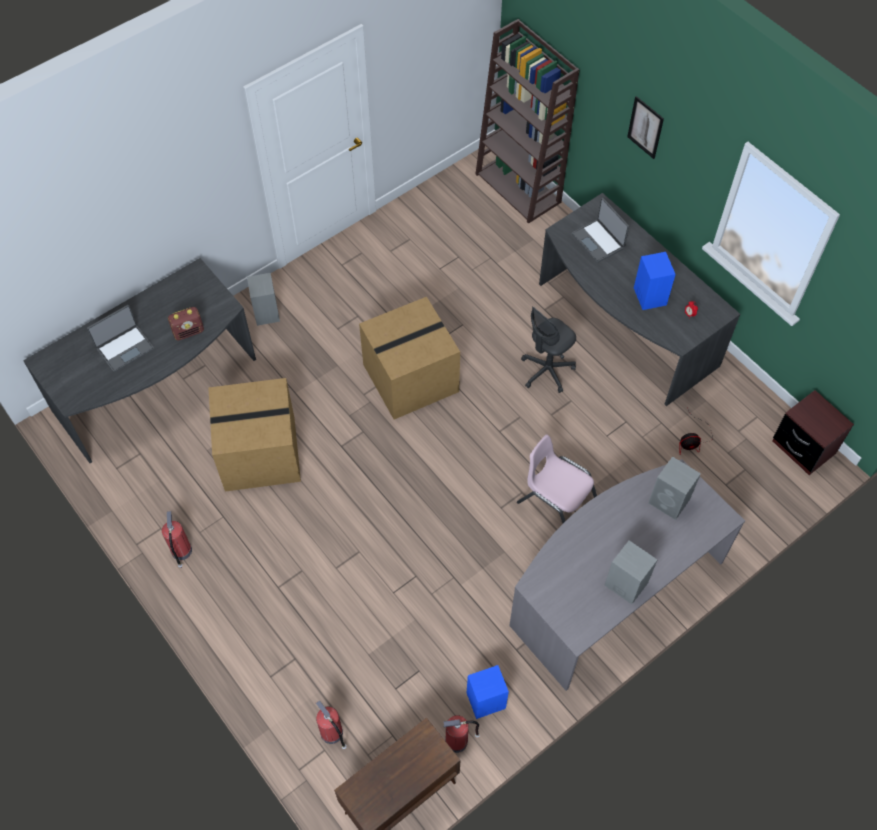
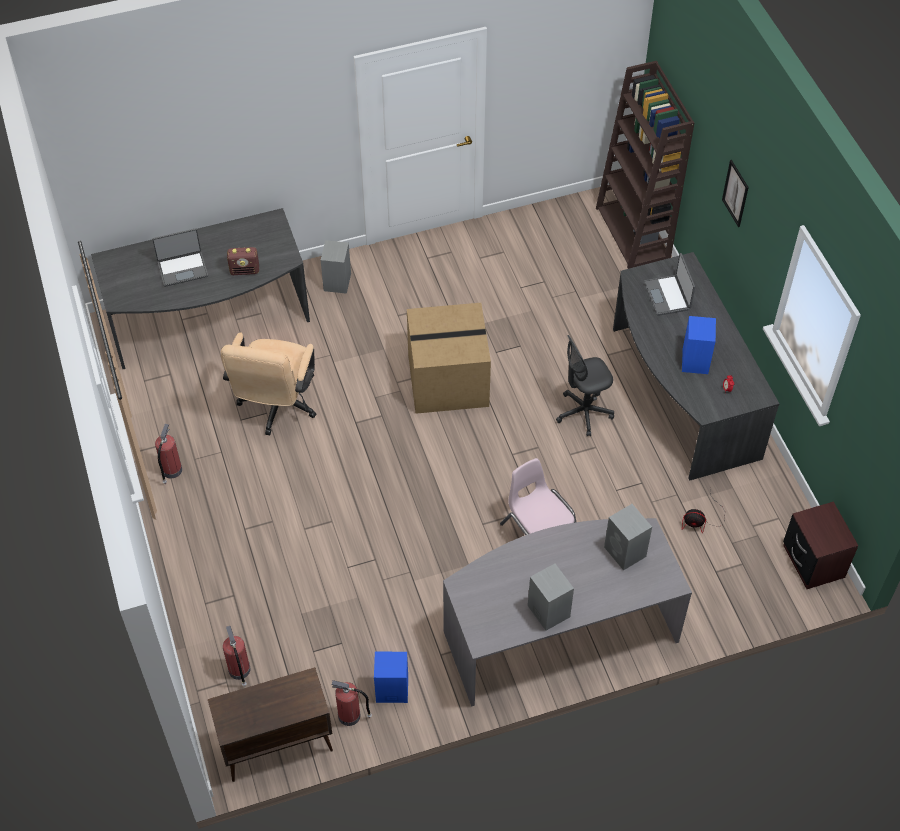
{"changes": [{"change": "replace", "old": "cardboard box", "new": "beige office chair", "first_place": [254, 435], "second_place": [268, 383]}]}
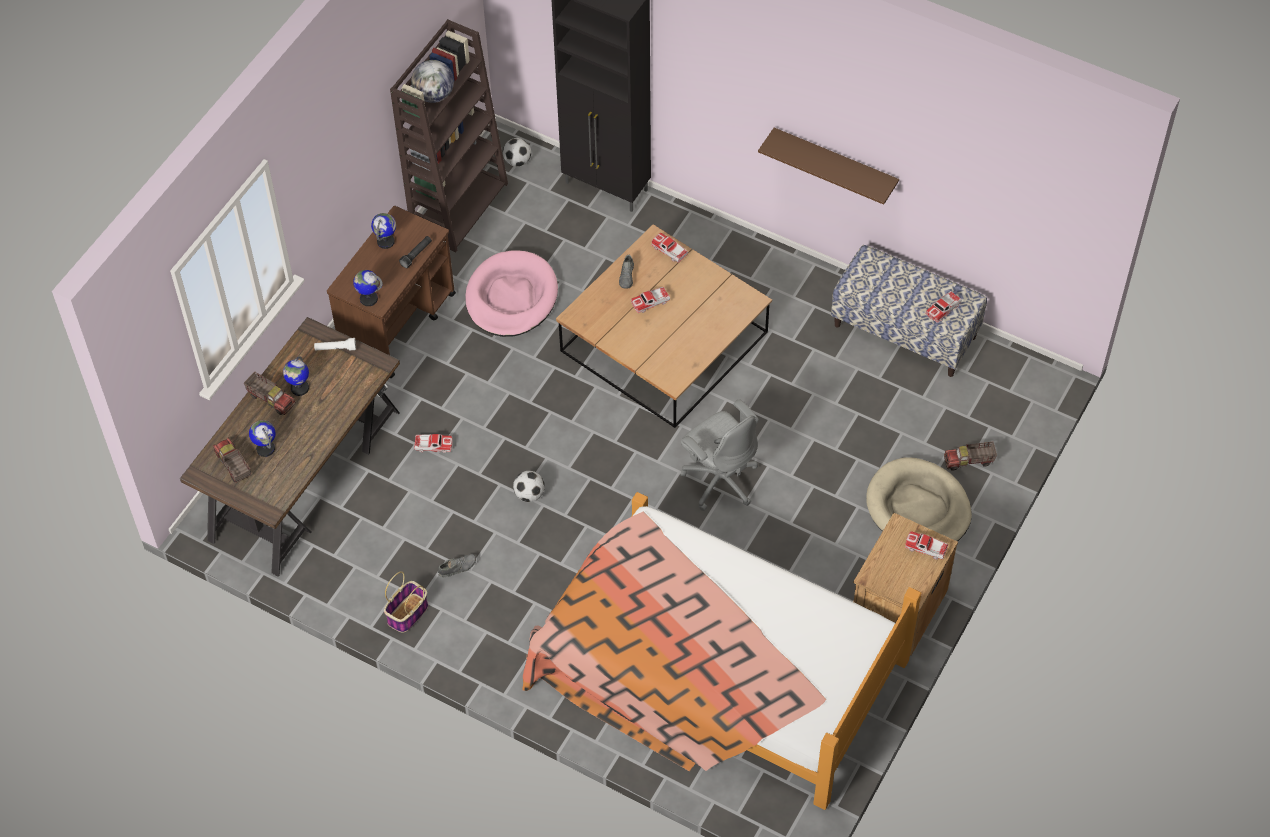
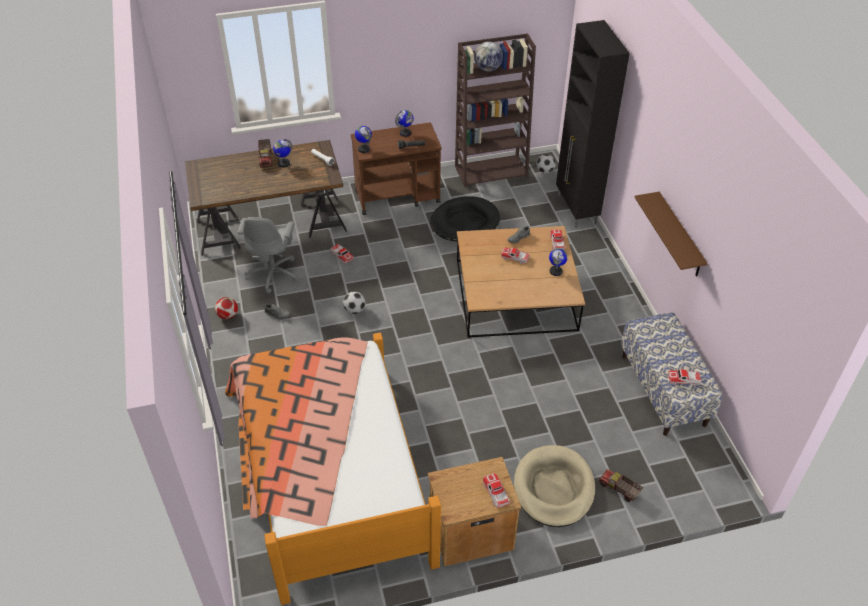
{"changes": [{"change": "delete", "old": "toy truck", "first_place": [232, 460]}, {"change": "move", "old": "globe", "first_place": [262, 438], "second_place": [558, 262]}, {"change": "move", "old": "grey office chair", "first_place": [720, 455], "second_place": [268, 255]}, {"change": "replace", "old": "basket", "new": "football", "first_place": [406, 602], "second_place": [226, 308]}, {"change": "recolor", "old": "pink dog bed", "new": "black dog bed", "first_place": [511, 293], "second_place": [465, 219]}]}
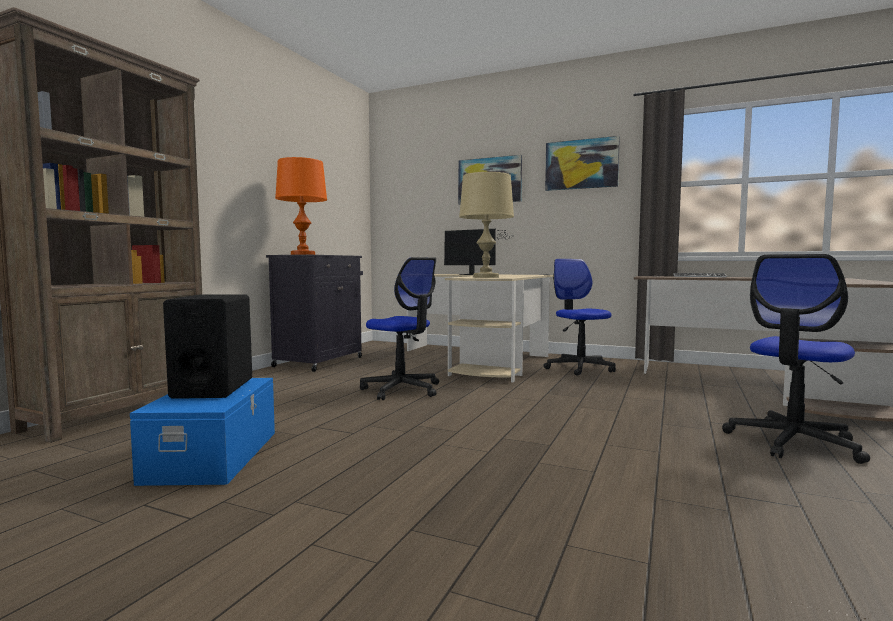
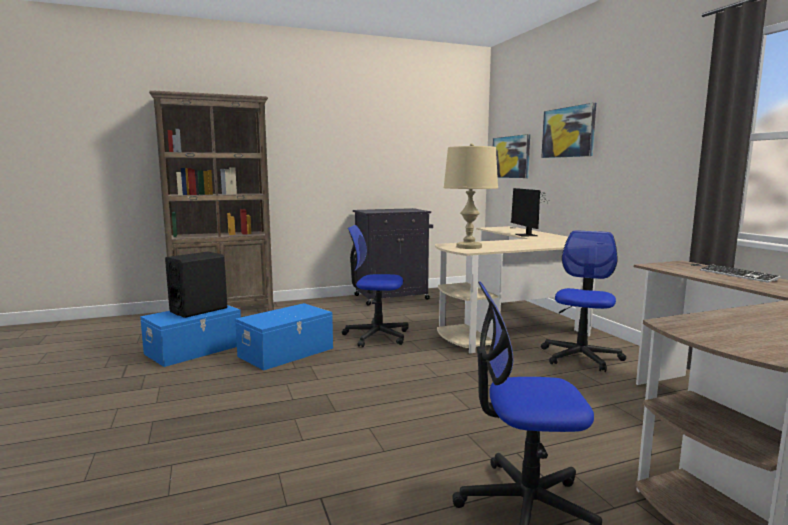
{"changes": [{"change": "delete", "old": "orange table lamp", "first_place": [301, 206]}, {"change": "insert", "new": "blue storage box", "second_place": [284, 336]}, {"change": "move", "old": "picture", "first_place": [582, 163], "second_place": [511, 156]}, {"change": "rotate", "old": "office chair", "first_place": [399, 328], "second_place": [375, 286], "degrees": 105}]}
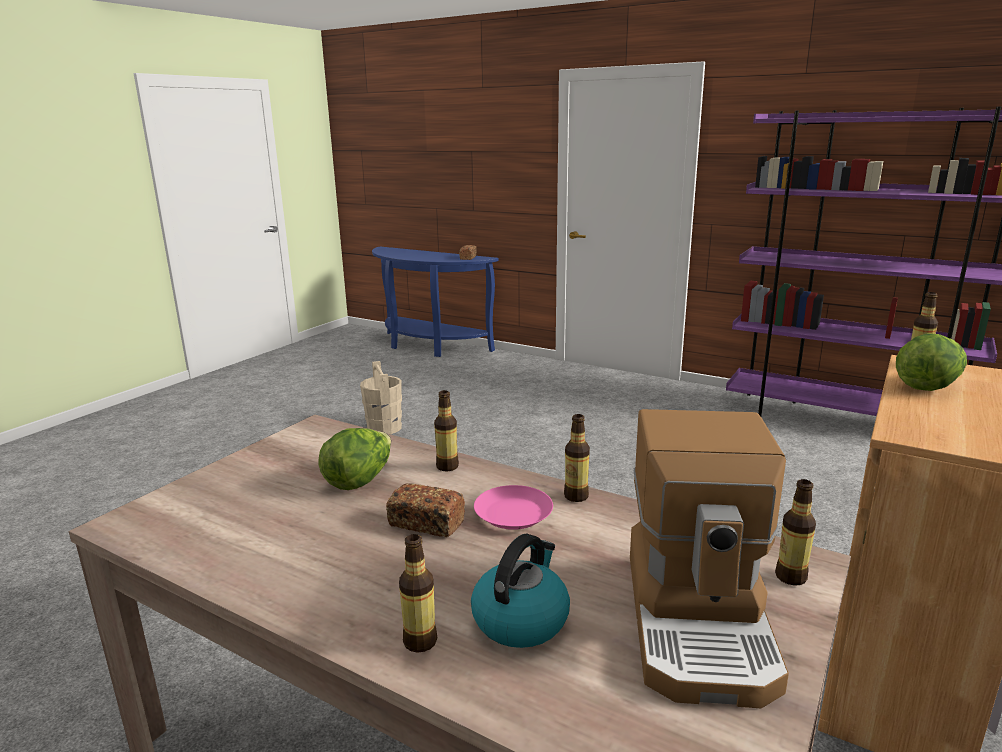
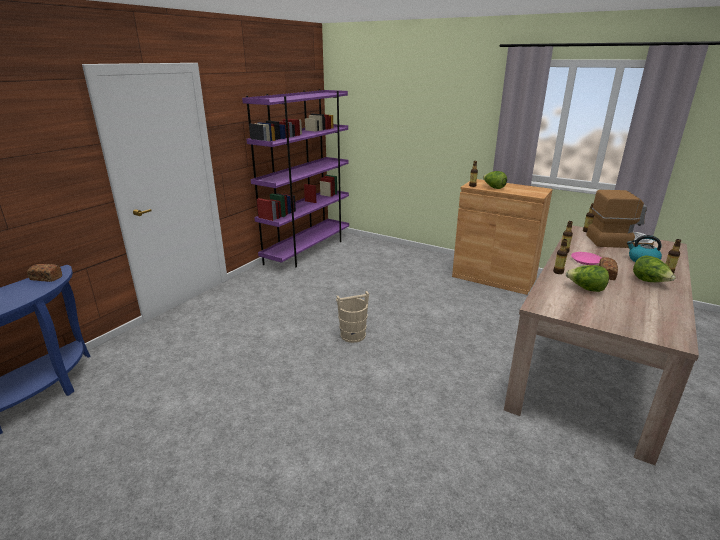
{"changes": [{"change": "insert", "new": "lettuce", "second_place": [654, 268]}, {"change": "move", "old": "beige bucket", "first_place": [381, 397], "second_place": [352, 317]}]}
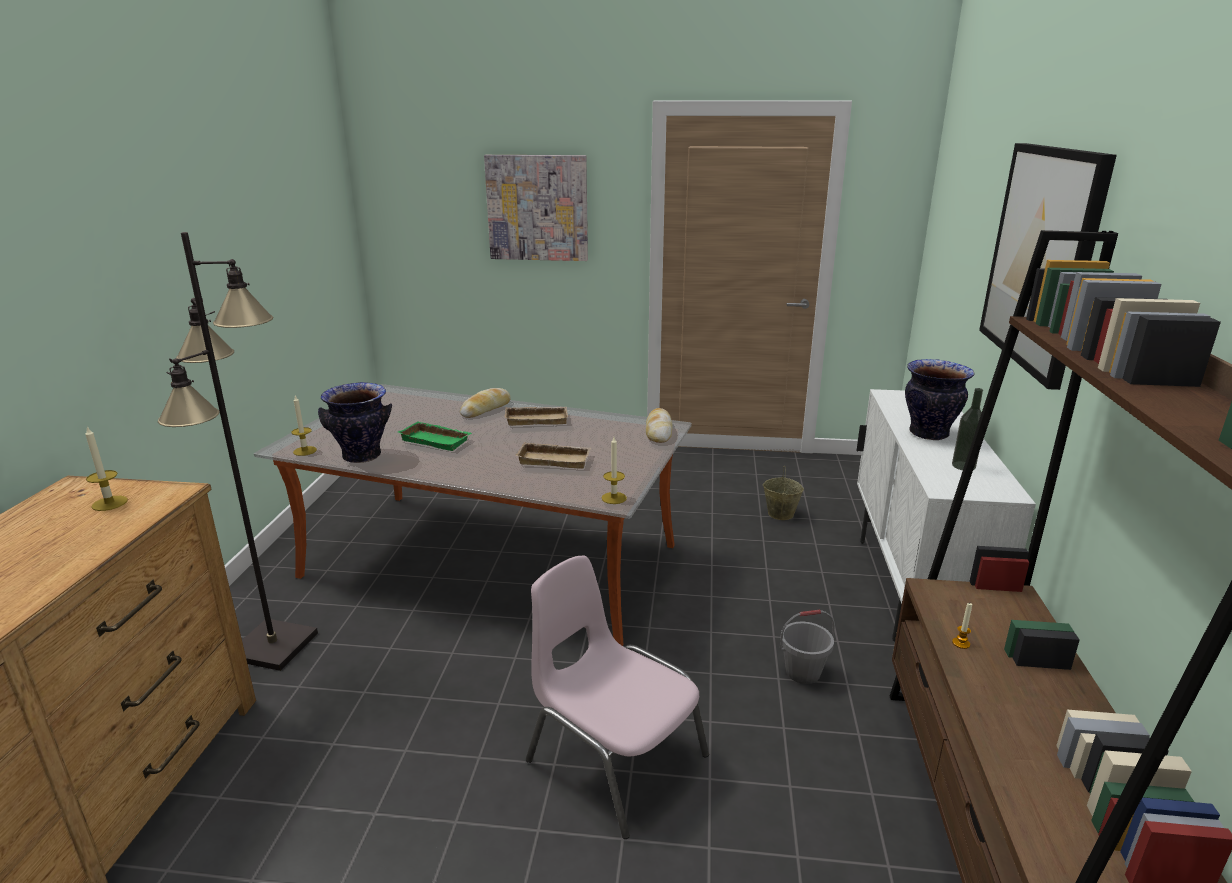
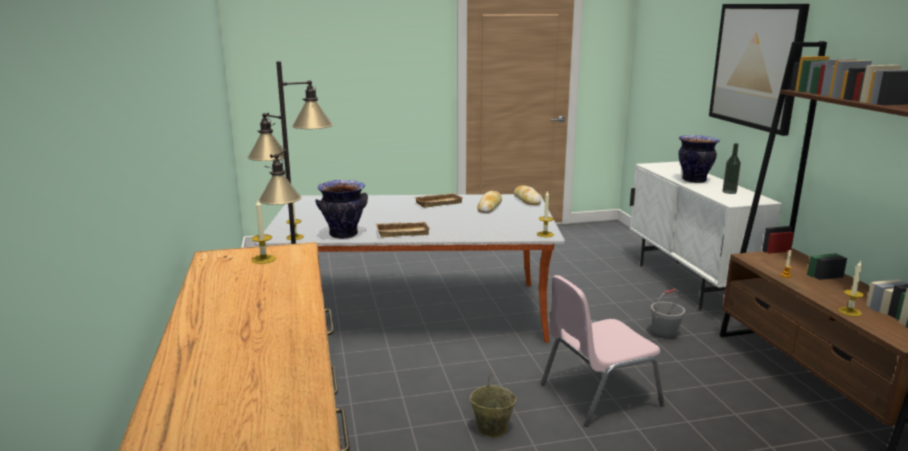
{"changes": [{"change": "delete", "old": "green tray", "first_place": [435, 436]}, {"change": "delete", "old": "picture", "first_place": [536, 208]}, {"change": "insert", "new": "candle", "second_place": [851, 288]}, {"change": "move", "old": "bread", "first_place": [485, 403], "second_place": [489, 202]}, {"change": "move", "old": "beige tray", "first_place": [553, 455], "second_place": [402, 229]}, {"change": "move", "old": "beige bucket", "first_place": [783, 493], "second_place": [493, 405]}, {"change": "rotate", "old": "pink chair", "first_place": [617, 697], "second_place": [603, 351], "degrees": -45}]}
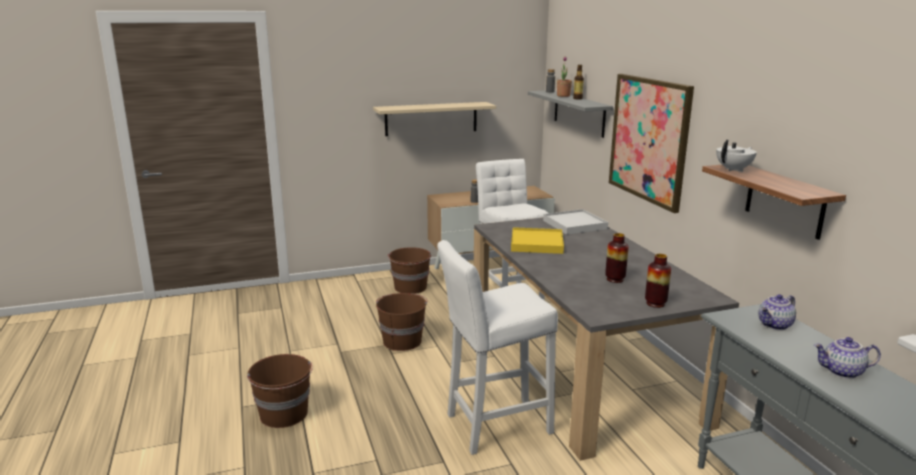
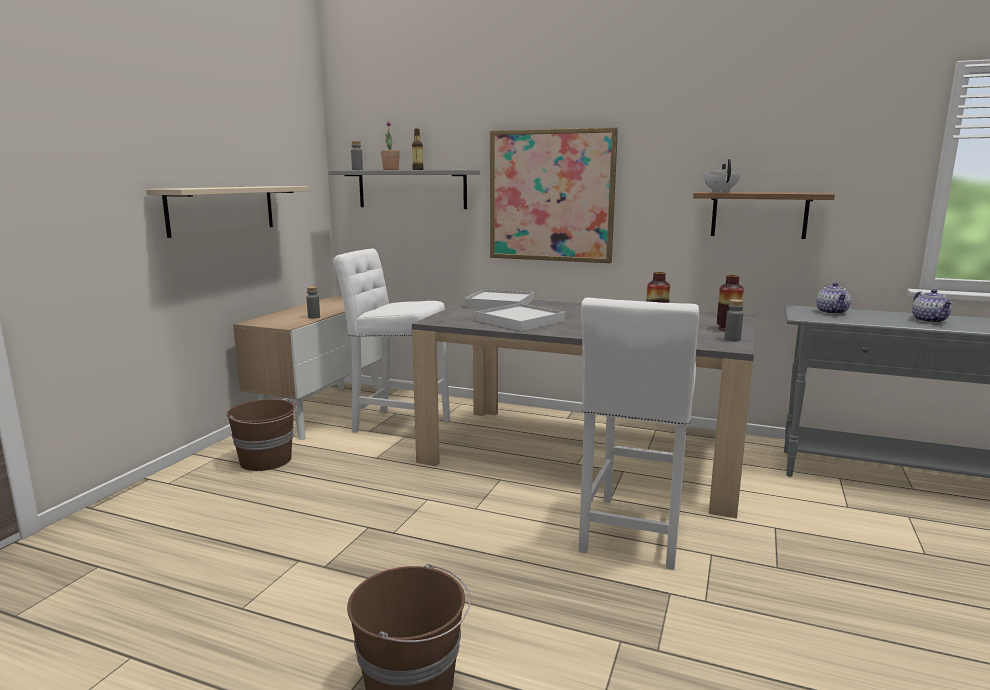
{"changes": [{"change": "delete", "old": "brown bucket", "first_place": [401, 322]}, {"change": "insert", "new": "grey bottle", "second_place": [734, 320]}, {"change": "recolor", "old": "yellow tray", "new": "white tray", "first_place": [537, 240], "second_place": [520, 317]}, {"change": "rotate", "old": "teapot", "first_place": [847, 358], "second_place": [932, 306], "degrees": -45}]}
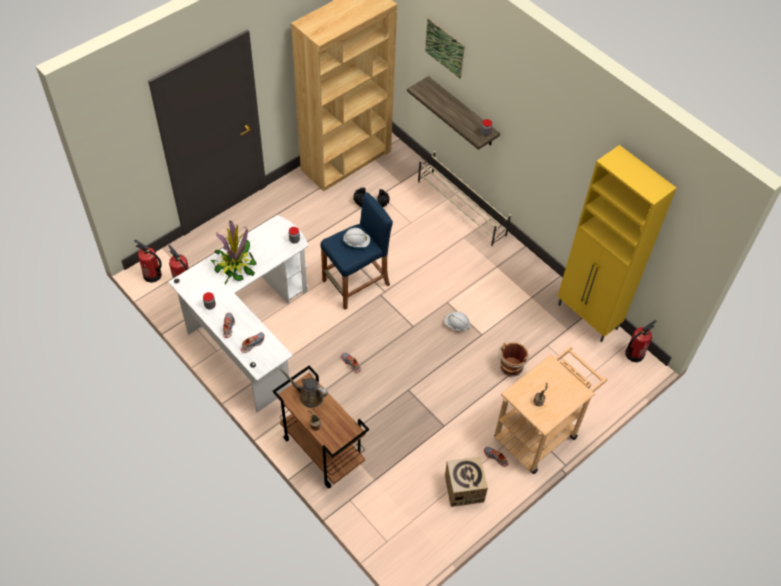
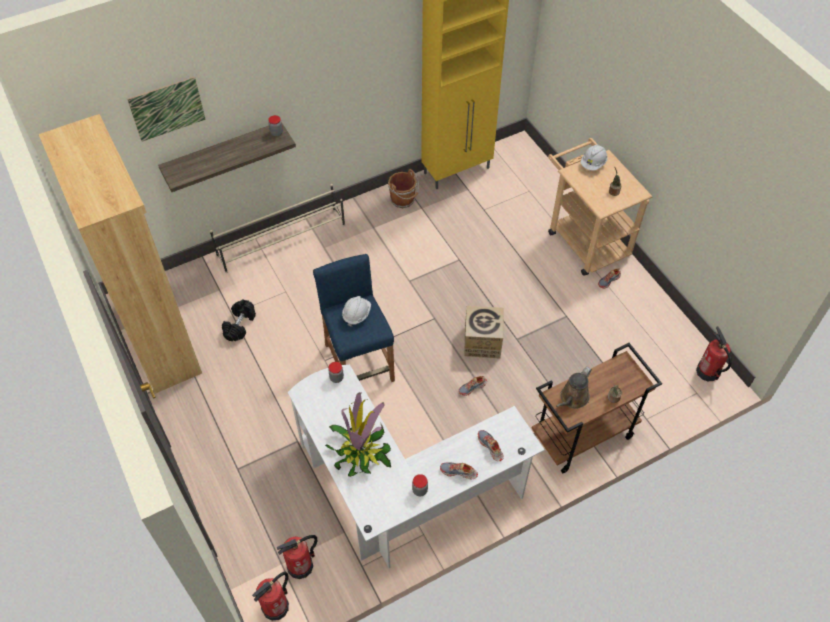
{"changes": [{"change": "move", "old": "white hard hat", "first_place": [457, 321], "second_place": [593, 157]}, {"change": "move", "old": "cardboard box", "first_place": [466, 481], "second_place": [484, 332]}, {"change": "move", "old": "brown bucket", "first_place": [513, 360], "second_place": [403, 188]}, {"change": "move", "old": "fire extinguisher", "first_place": [640, 341], "second_place": [714, 353]}]}
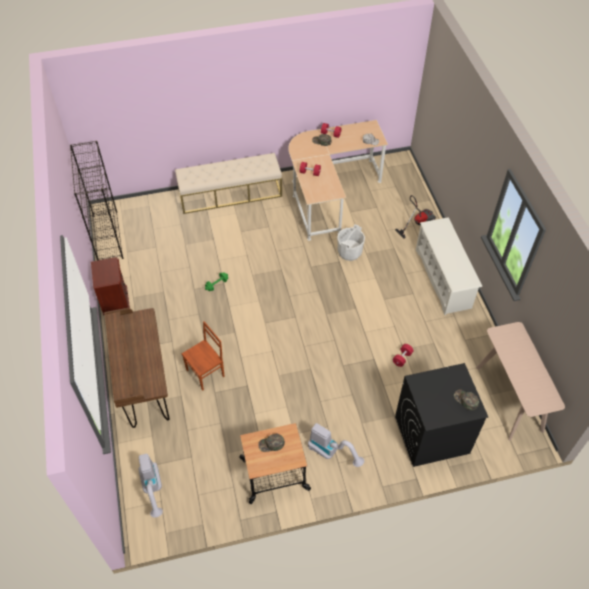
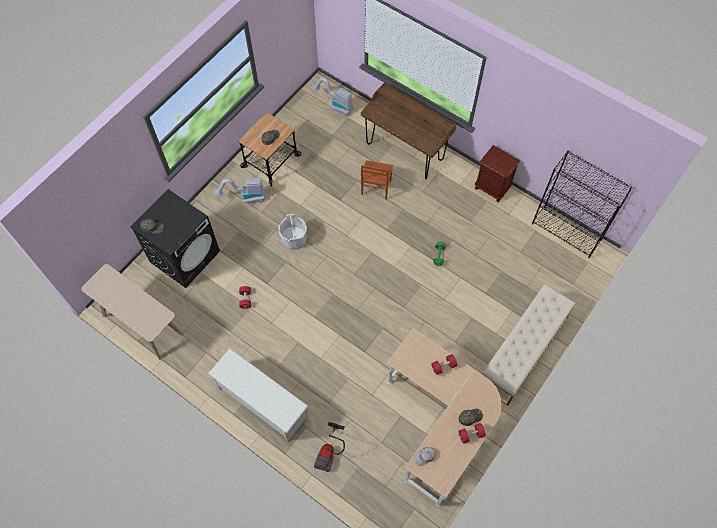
{"changes": [{"change": "move", "old": "white bucket", "first_place": [351, 242], "second_place": [293, 231]}]}
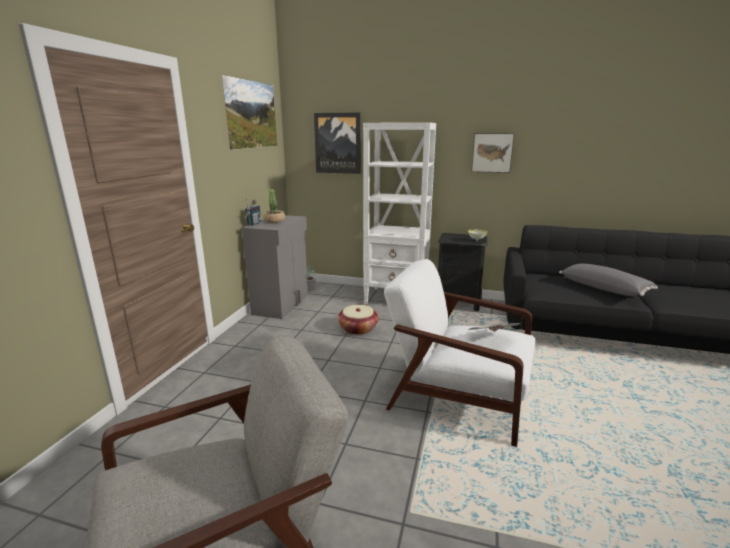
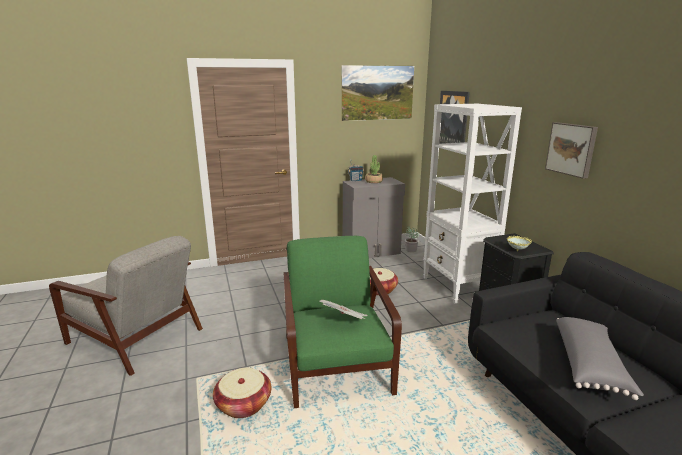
{"changes": [{"change": "insert", "new": "basket", "second_place": [242, 393]}, {"change": "recolor", "old": "white armchair", "new": "green armchair", "first_place": [459, 353], "second_place": [342, 322]}]}
